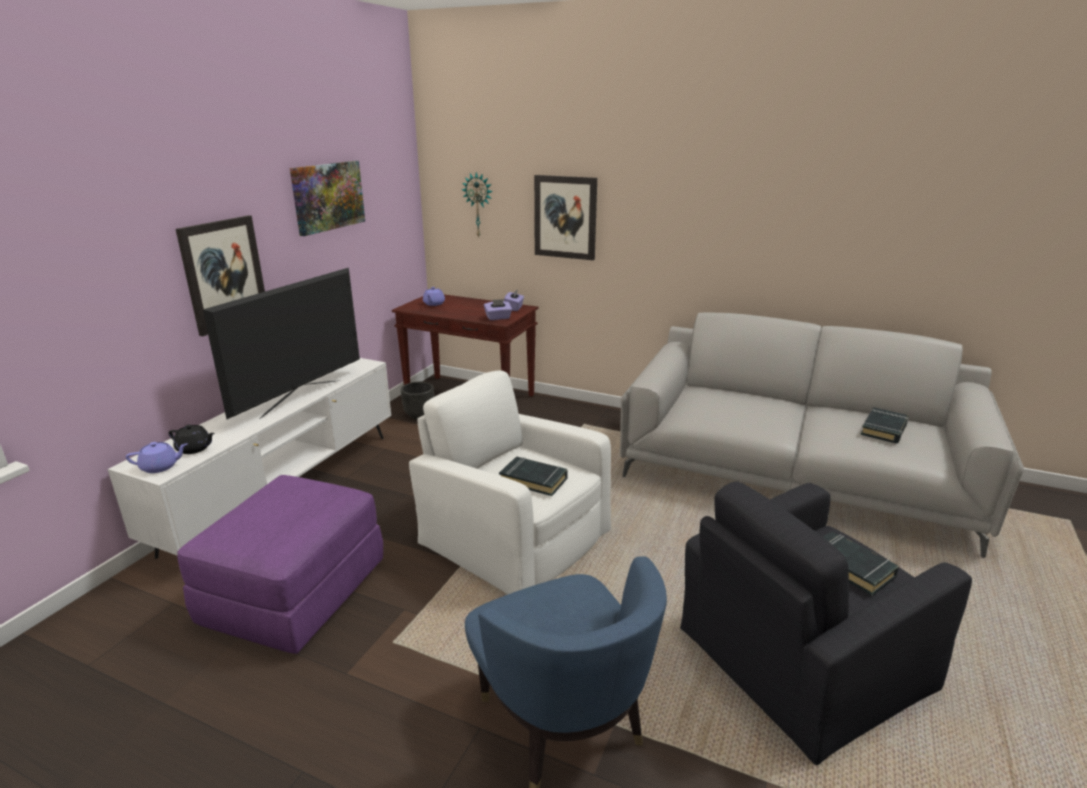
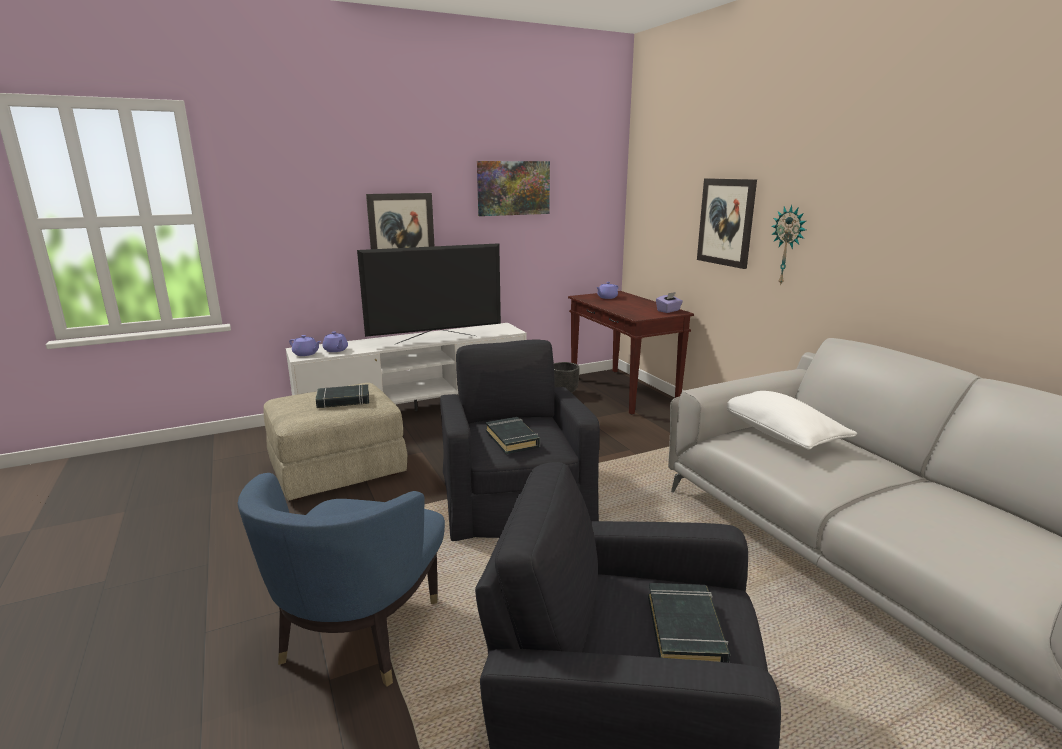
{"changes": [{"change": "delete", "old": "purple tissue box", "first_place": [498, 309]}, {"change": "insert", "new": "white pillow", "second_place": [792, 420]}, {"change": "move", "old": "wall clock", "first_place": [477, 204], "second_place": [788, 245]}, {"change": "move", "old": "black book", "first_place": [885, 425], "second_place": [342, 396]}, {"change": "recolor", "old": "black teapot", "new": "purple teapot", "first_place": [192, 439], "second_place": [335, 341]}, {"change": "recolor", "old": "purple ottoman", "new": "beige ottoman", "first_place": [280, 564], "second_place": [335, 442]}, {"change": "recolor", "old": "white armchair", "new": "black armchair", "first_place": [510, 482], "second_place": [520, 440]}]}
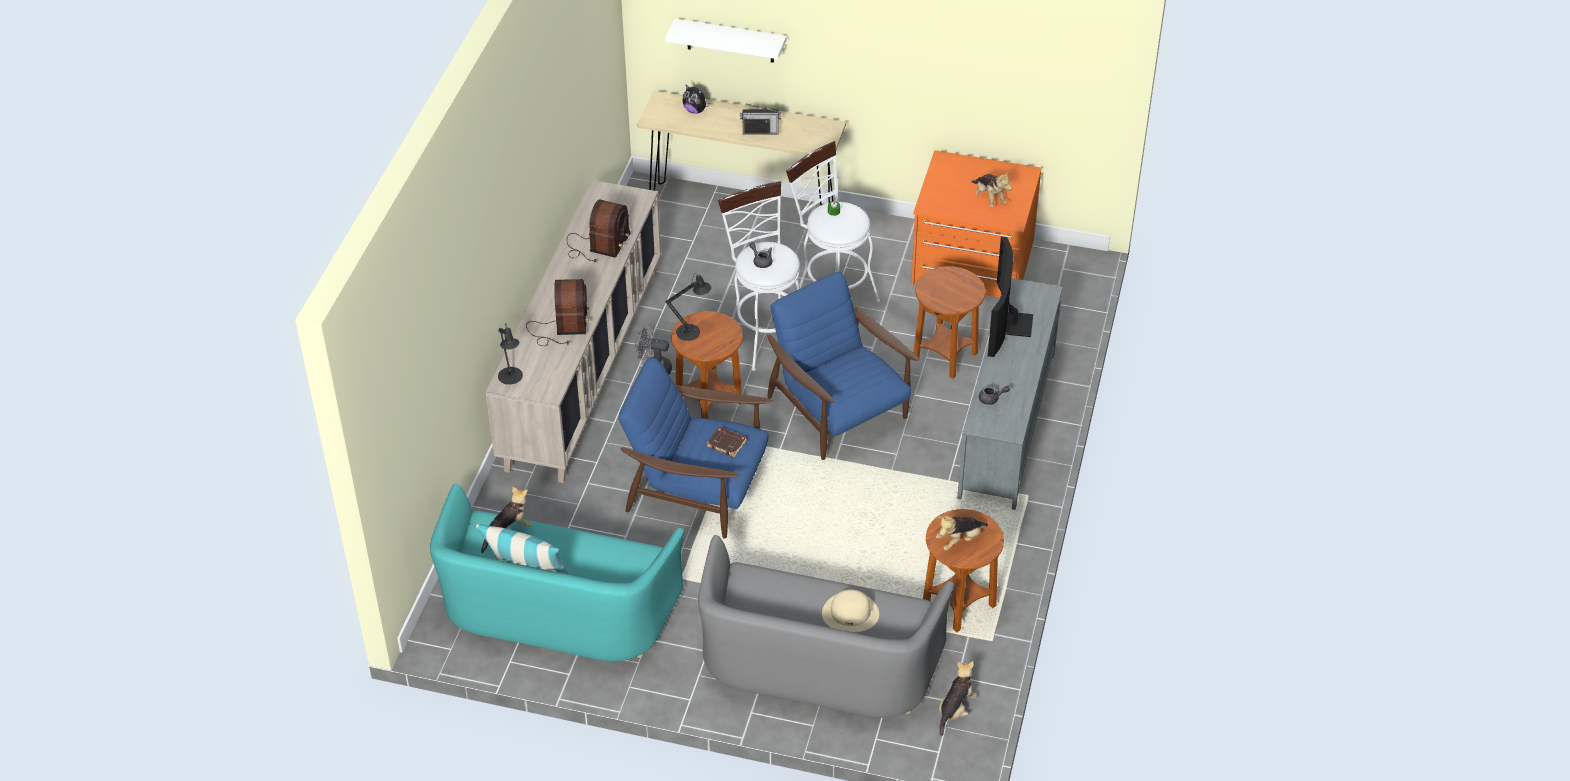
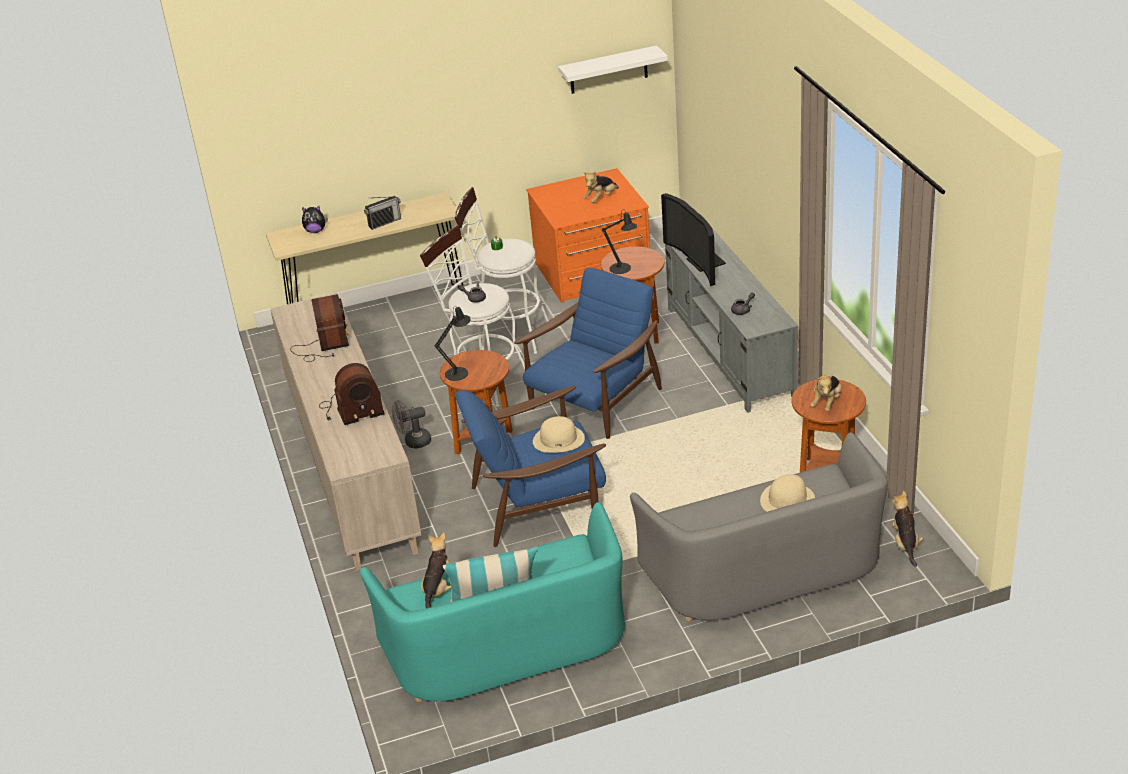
{"changes": [{"change": "move", "old": "black table lamp", "first_place": [510, 354], "second_place": [619, 241]}, {"change": "move", "old": "white shelf", "first_place": [725, 40], "second_place": [613, 69]}, {"change": "replace", "old": "brown book", "new": "beige hat", "first_place": [726, 442], "second_place": [559, 434]}, {"change": "rotate", "old": "radio", "first_place": [557, 312], "second_place": [352, 394], "degrees": 105}, {"change": "rotate", "old": "blue armchair", "first_place": [843, 366], "second_place": [588, 353], "degrees": 105}, {"change": "rotate", "old": "plush toy", "first_place": [991, 189], "second_place": [601, 187], "degrees": 105}]}
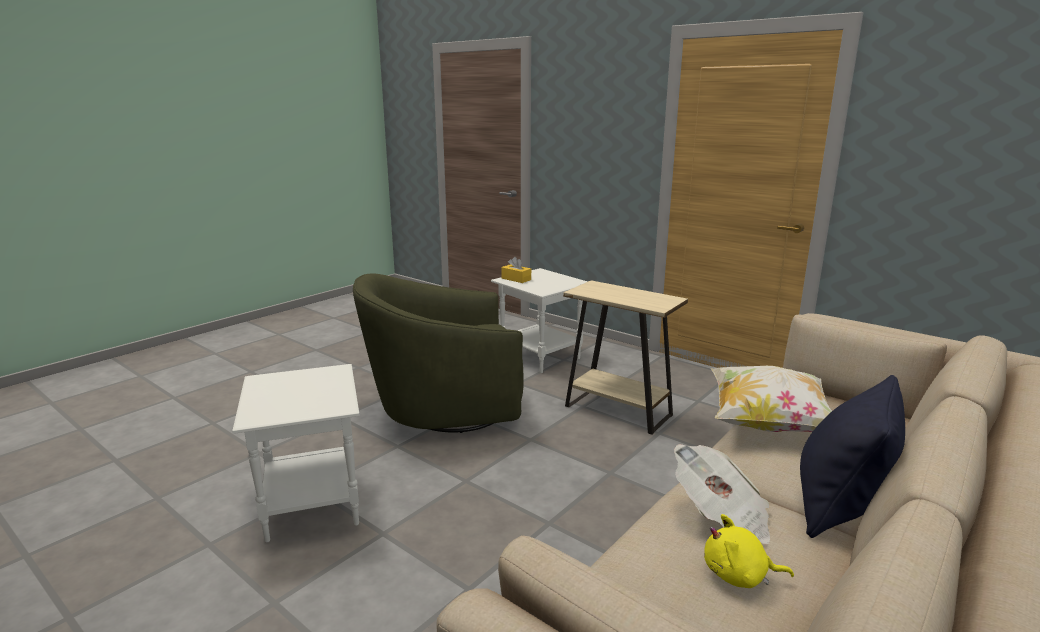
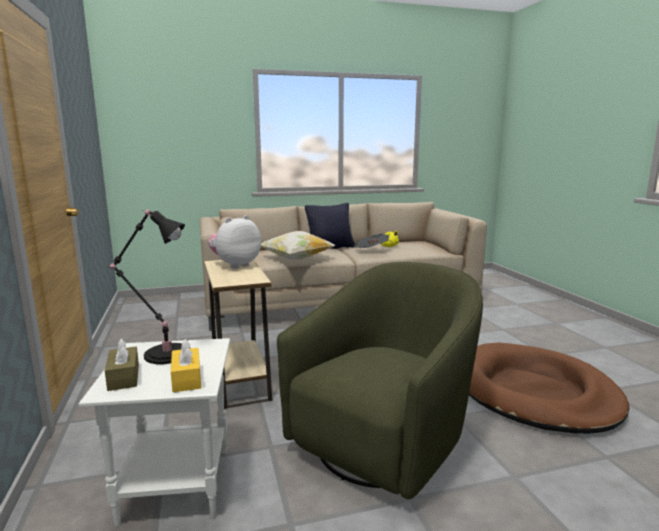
{"changes": [{"change": "insert", "new": "brown tissue box", "second_place": [122, 364]}, {"change": "insert", "new": "black table lamp", "second_place": [150, 287]}, {"change": "insert", "new": "plush toy", "second_place": [234, 242]}, {"change": "replace", "old": "white side table", "new": "brown dog bed", "first_place": [296, 453], "second_place": [549, 388]}, {"change": "rotate", "old": "green armchair", "first_place": [438, 353], "second_place": [380, 380], "degrees": -75}]}
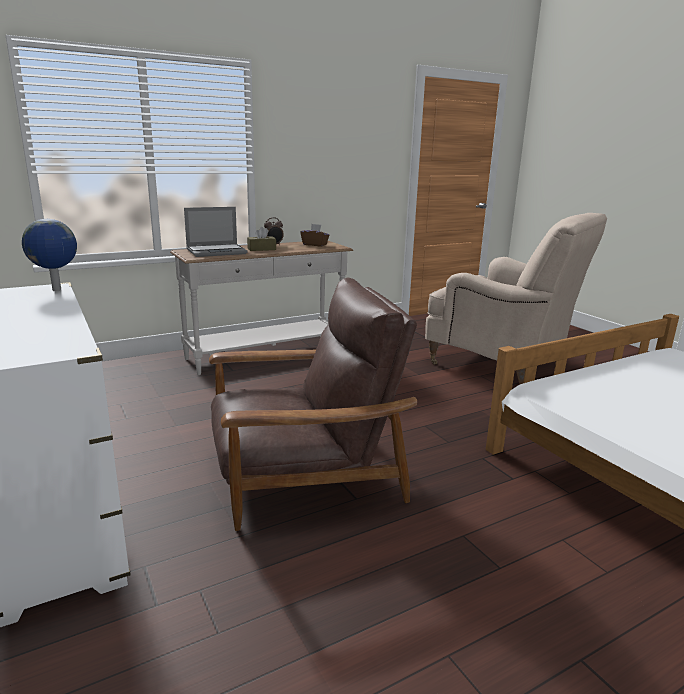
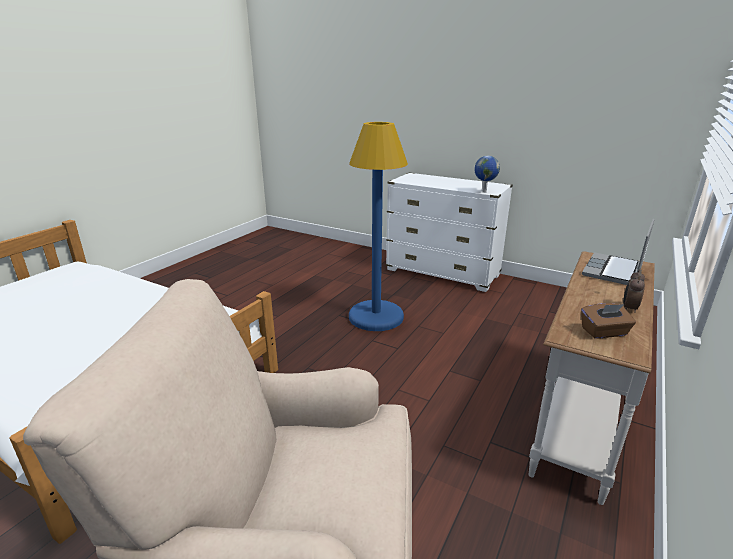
{"changes": [{"change": "delete", "old": "brown tissue box", "first_place": [261, 239]}, {"change": "replace", "old": "brown armchair", "new": "blue floor lamp", "first_place": [313, 404], "second_place": [378, 226]}]}
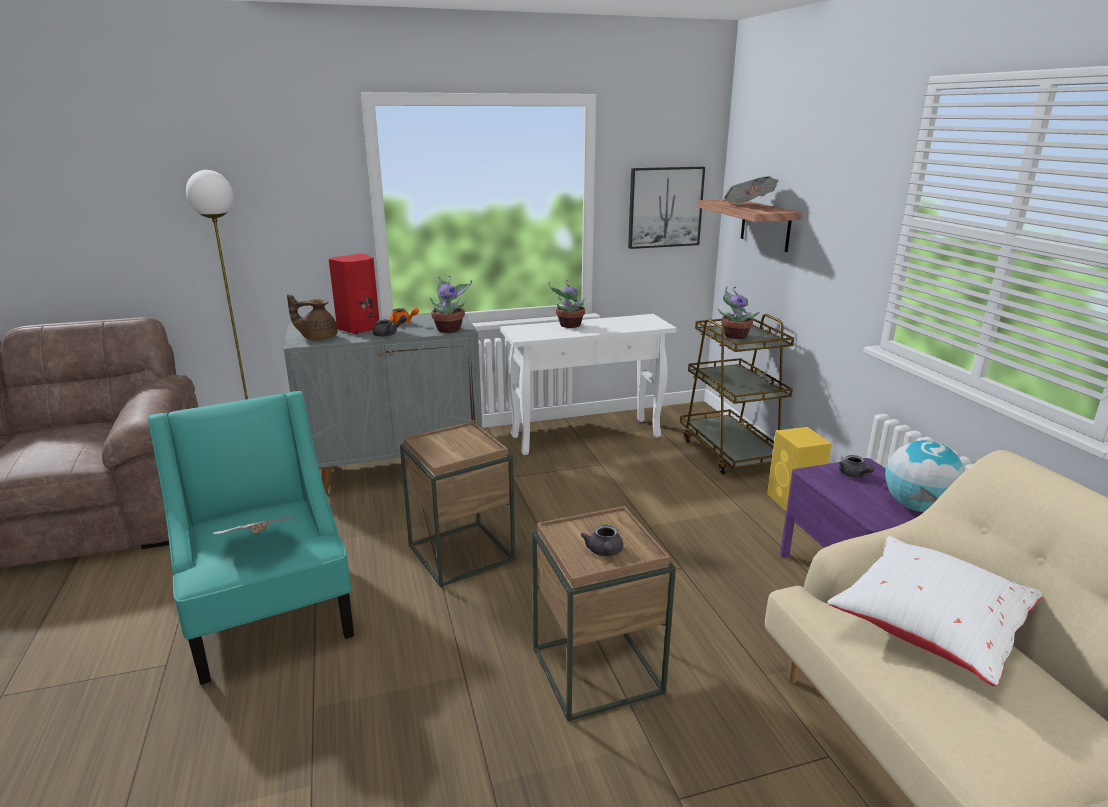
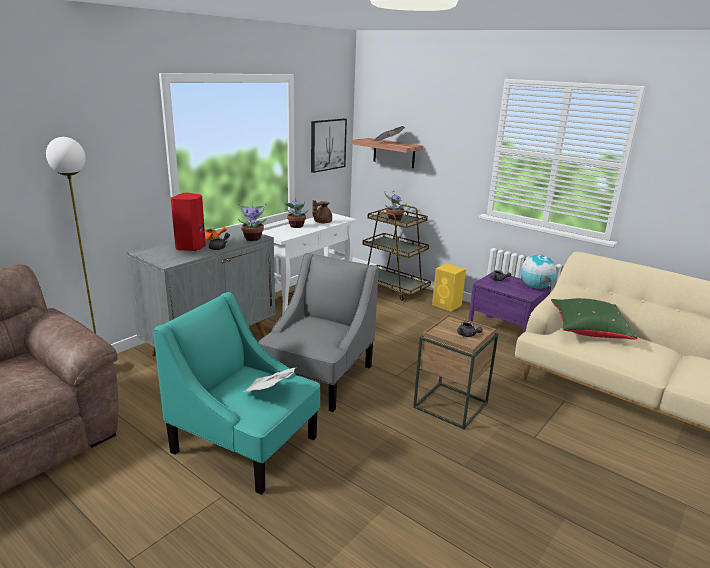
{"changes": [{"change": "move", "old": "brown teapot", "first_place": [312, 317], "second_place": [322, 211]}, {"change": "replace", "old": "brown side table", "new": "grey armchair", "first_place": [458, 504], "second_place": [318, 332]}, {"change": "recolor", "old": "white pillow", "new": "green pillow", "first_place": [935, 611], "second_place": [594, 319]}]}
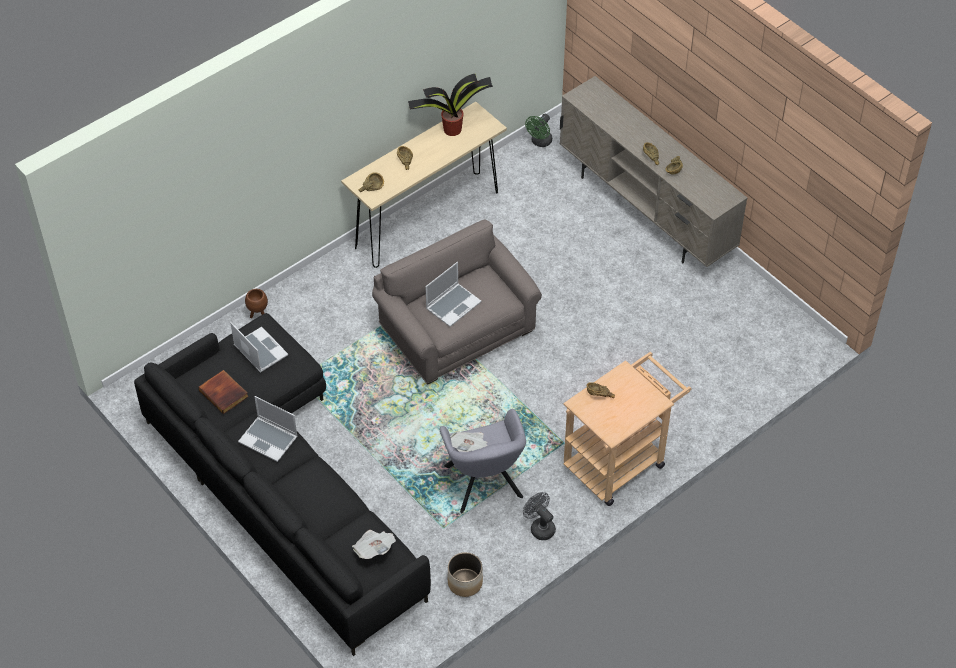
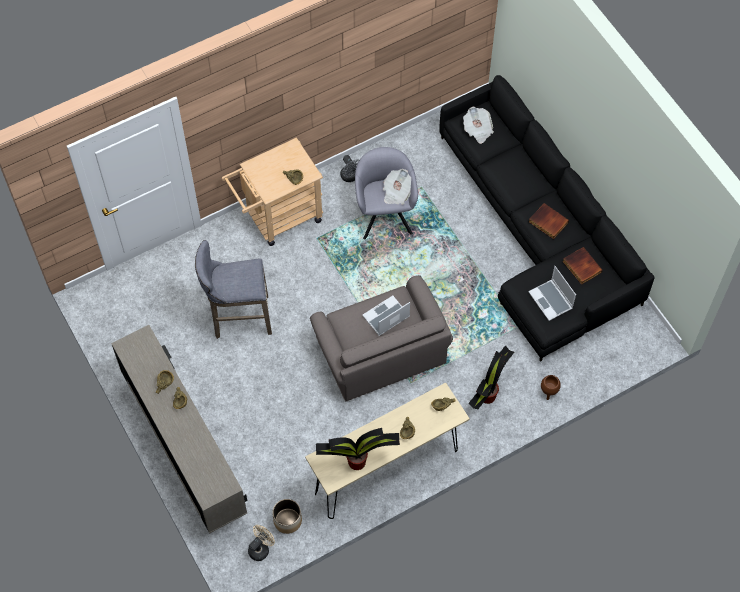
{"changes": [{"change": "insert", "new": "grey stool", "second_place": [233, 289]}, {"change": "insert", "new": "potted plant", "second_place": [491, 377]}, {"change": "move", "old": "planter", "first_place": [465, 574], "second_place": [287, 516]}, {"change": "replace", "old": "laptop", "new": "book", "first_place": [268, 429], "second_place": [549, 221]}, {"change": "recolor", "old": "green fan", "new": "beige fan", "first_place": [538, 130], "second_place": [261, 543]}]}
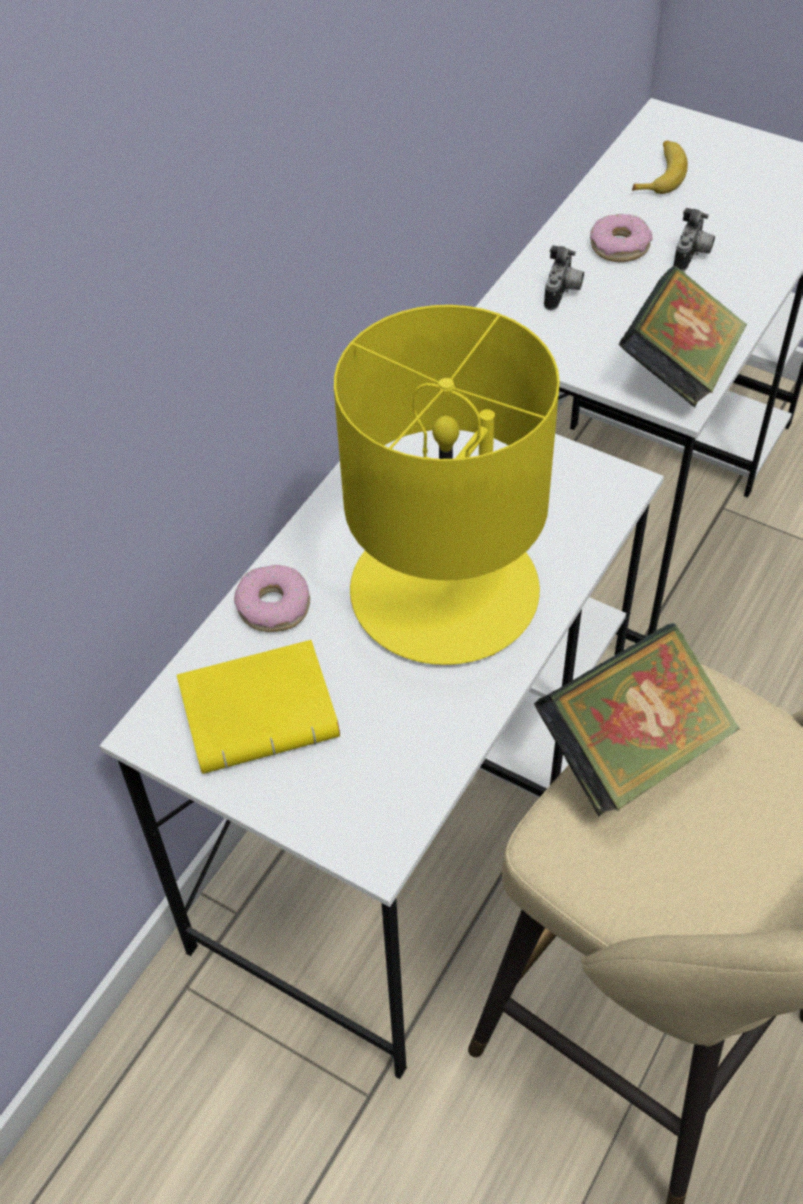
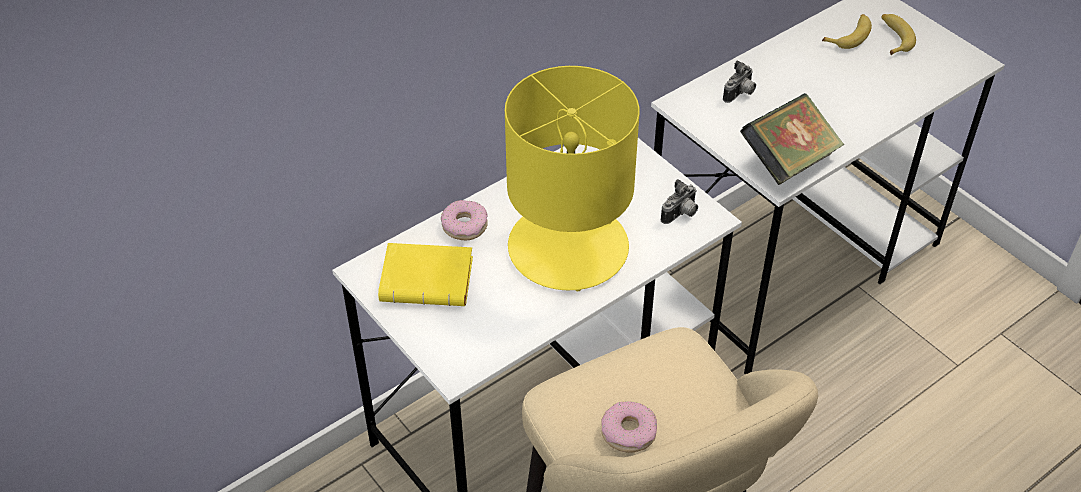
{"changes": [{"change": "delete", "old": "book", "first_place": [637, 719]}, {"change": "insert", "new": "banana", "second_place": [898, 34]}, {"change": "move", "old": "donut", "first_place": [621, 238], "second_place": [629, 427]}, {"change": "move", "old": "photo camera", "first_place": [694, 239], "second_place": [679, 201]}]}
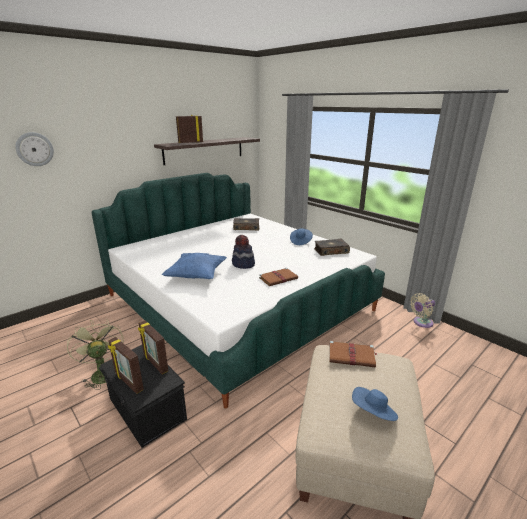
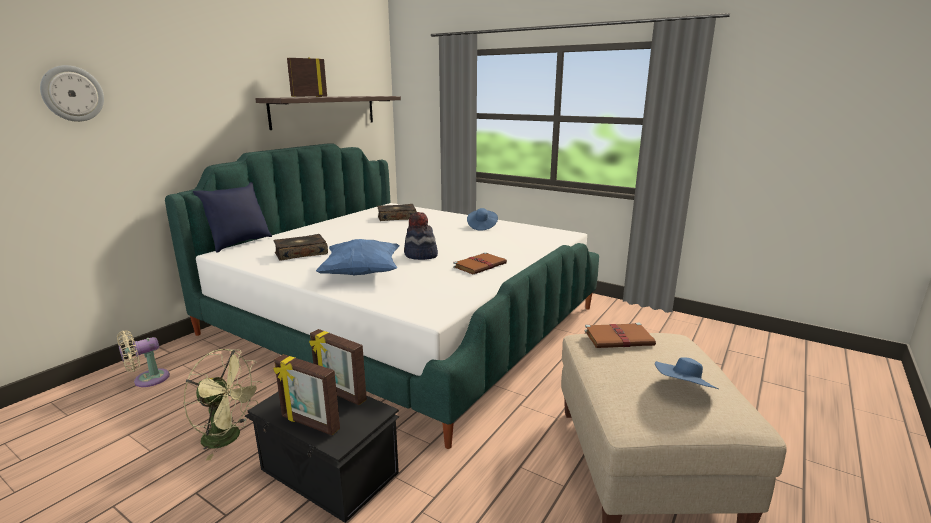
{"changes": [{"change": "insert", "new": "blue pillow", "second_place": [232, 217]}, {"change": "move", "old": "book", "first_place": [332, 247], "second_place": [300, 247]}, {"change": "move", "old": "beige fan", "first_place": [422, 310], "second_place": [143, 358]}, {"change": "rotate", "old": "green fan", "first_place": [95, 355], "second_place": [223, 404], "degrees": 150}]}
